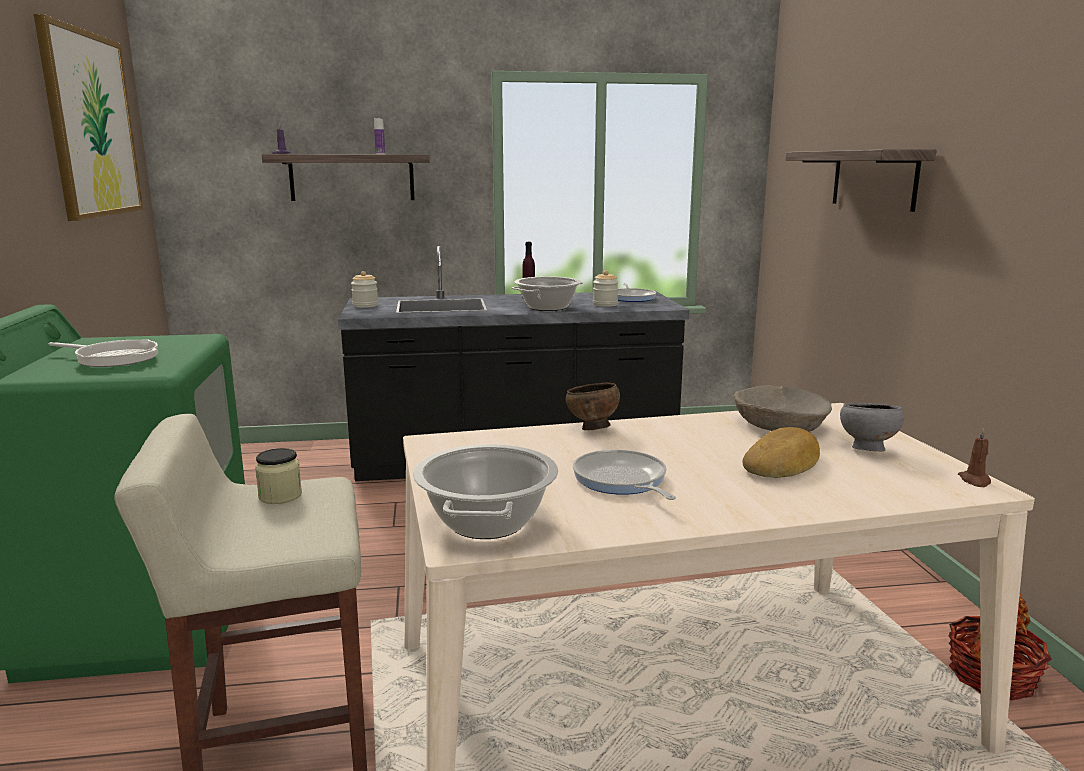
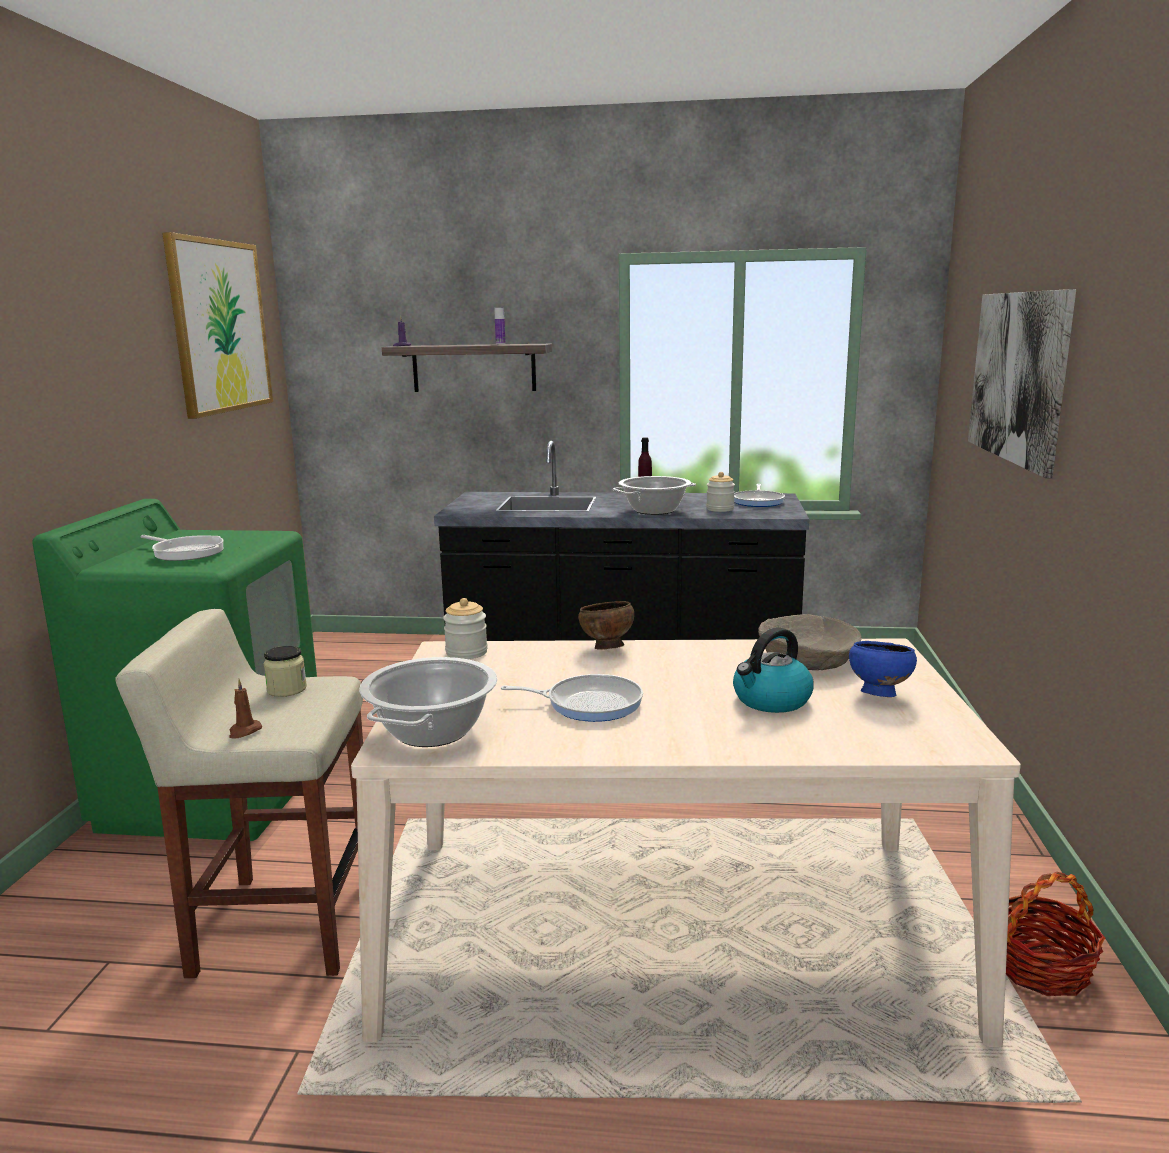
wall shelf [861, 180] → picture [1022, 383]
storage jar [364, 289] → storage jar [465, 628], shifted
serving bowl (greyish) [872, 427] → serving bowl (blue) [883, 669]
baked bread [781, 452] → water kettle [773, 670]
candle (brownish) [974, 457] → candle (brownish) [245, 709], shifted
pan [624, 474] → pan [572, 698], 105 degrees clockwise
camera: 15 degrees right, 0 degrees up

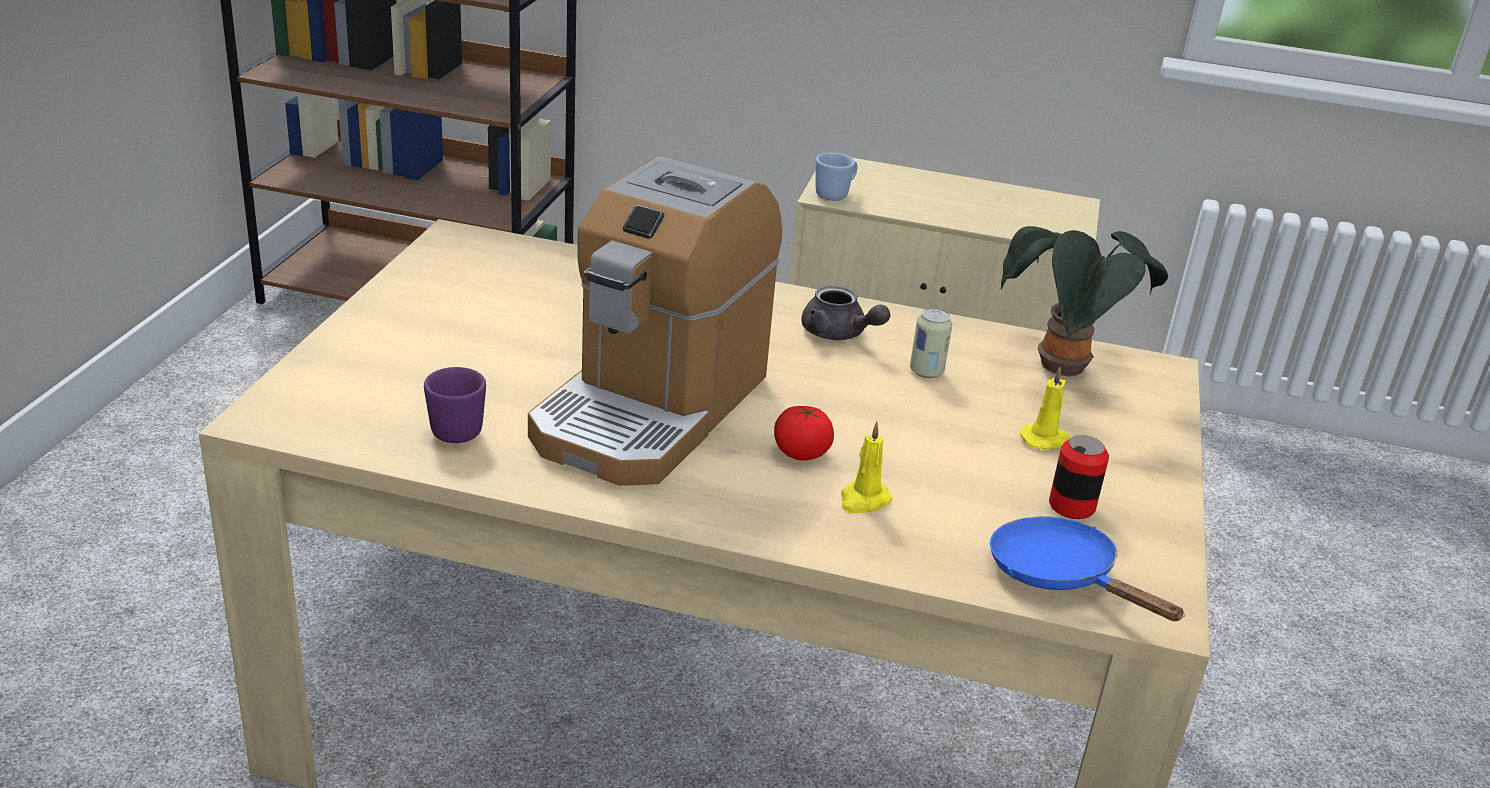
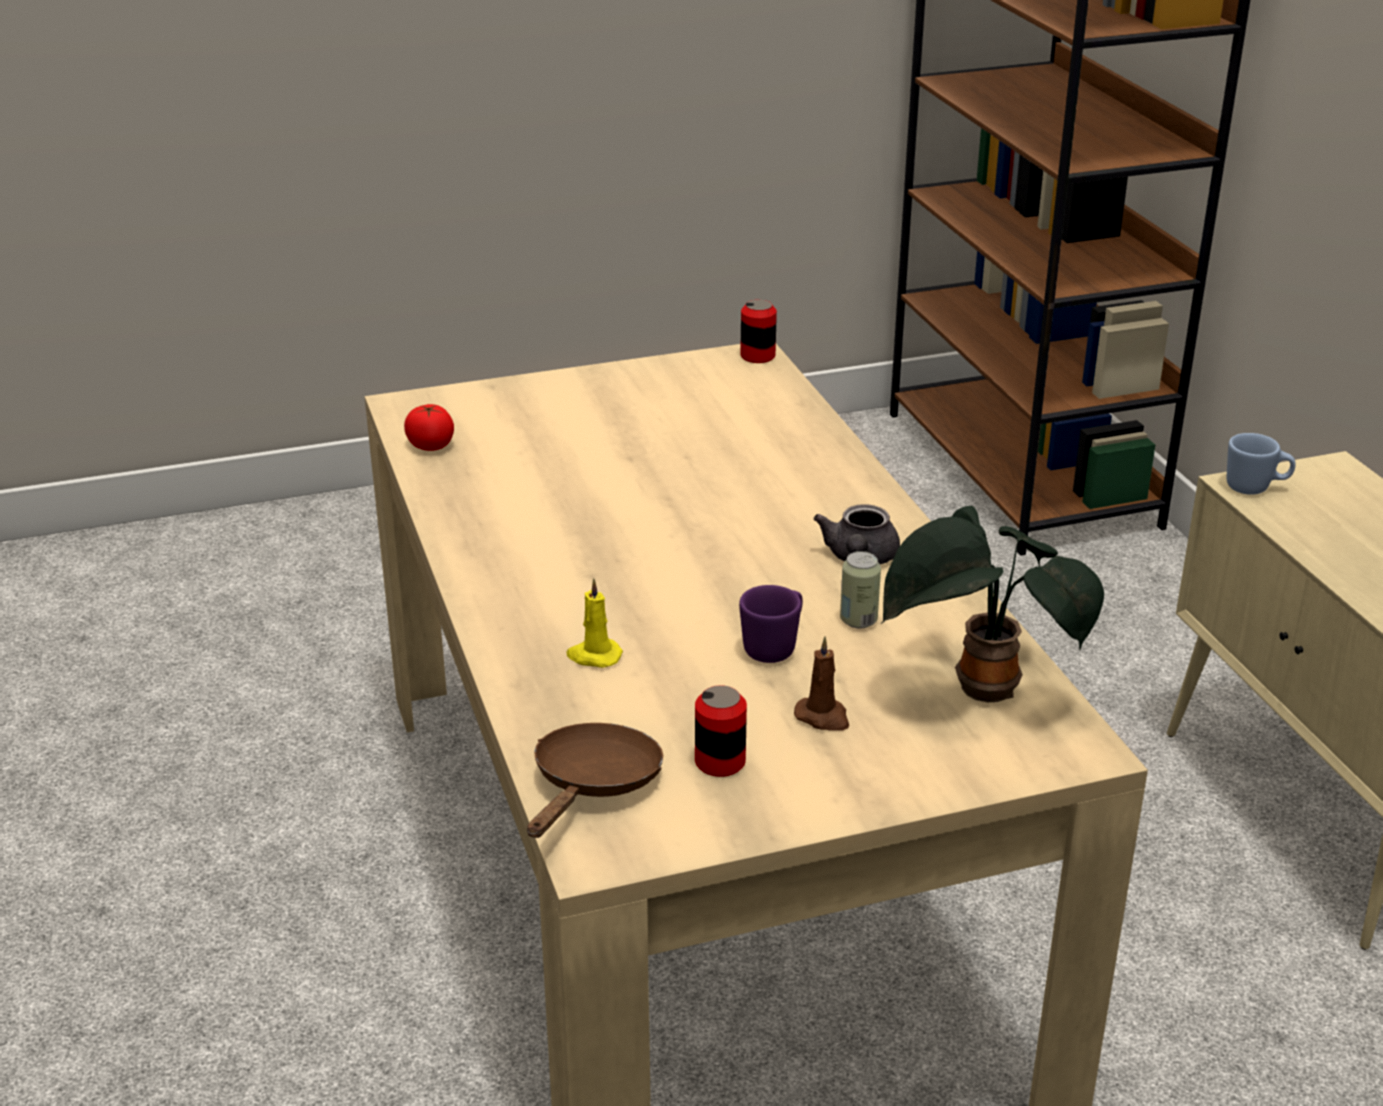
coffee maker [655, 321] → -
candle (yellowish) [1045, 408] → candle (brownish) [821, 684]
mug (purplish) [455, 405] → mug (purplish) [771, 624], shifted
fresh tomato [804, 433] → fresh tomato [429, 427], shifted
pan (blue) [1087, 569] → pan (brownish) [595, 780]
- → metal can [758, 331]
camera: 60 degrees right, 0 degrees up

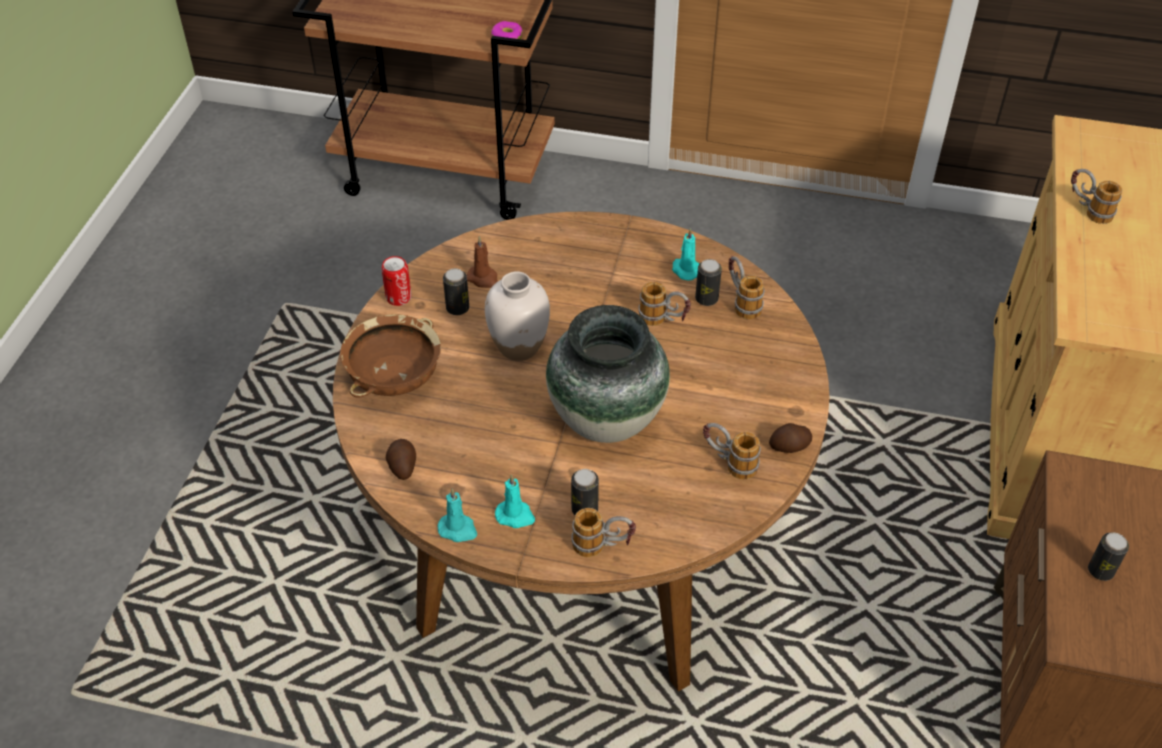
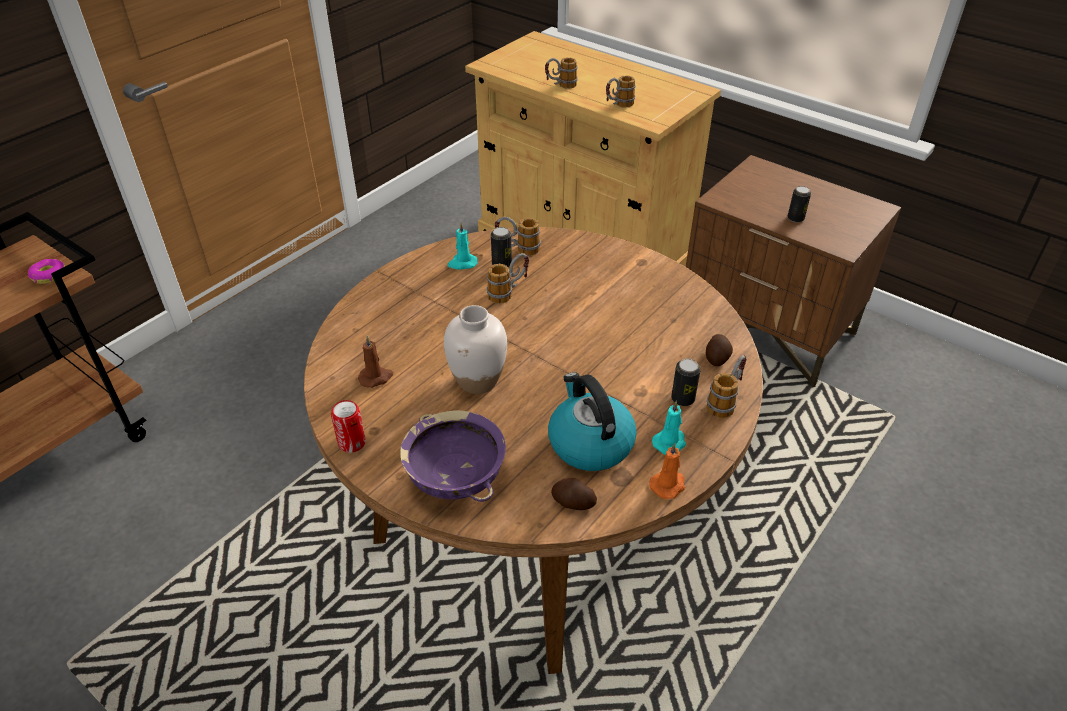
metal can [456, 291] → -
flower vase [608, 374] → -
serving bowl (brownish) [390, 356] → serving bowl (purplish) [453, 456]
mug [732, 451] → mug [621, 91], shifted
potato [790, 438] → potato [719, 350], shifted
candle (blue-green) [457, 515] → candle (orangey) [667, 471]
- → water kettle [592, 421]
camera: 65 degrees left, 5 degrees down

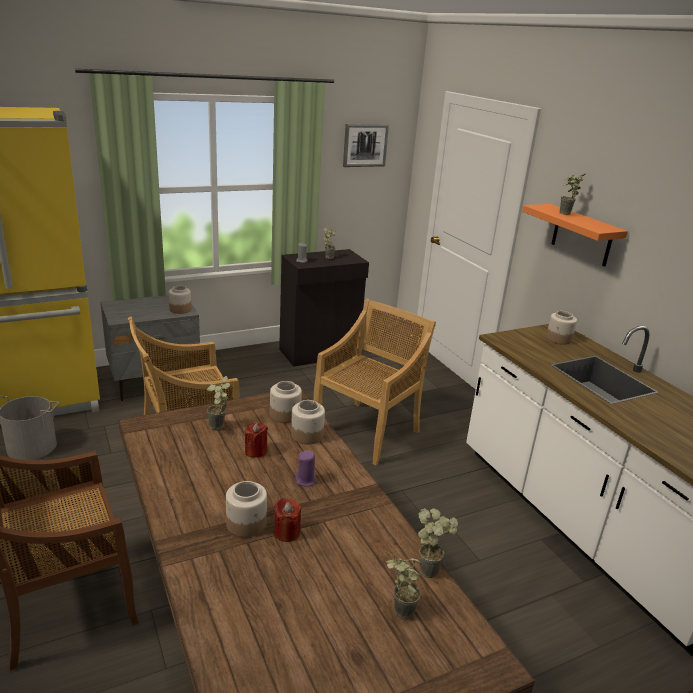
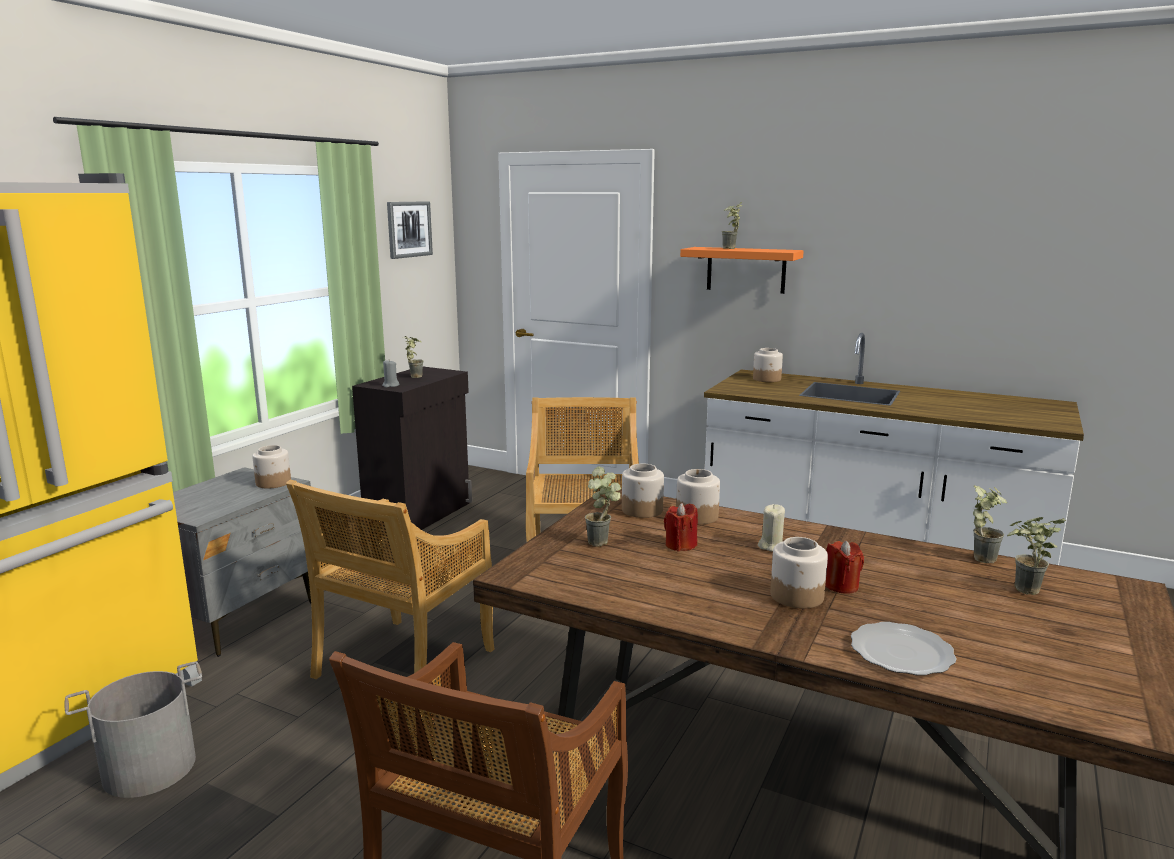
candle (purplish) [306, 468] → candle (beige-coloured) [771, 527]
- → flat dish [904, 648]
camera: 35 degrees left, 10 degrees down

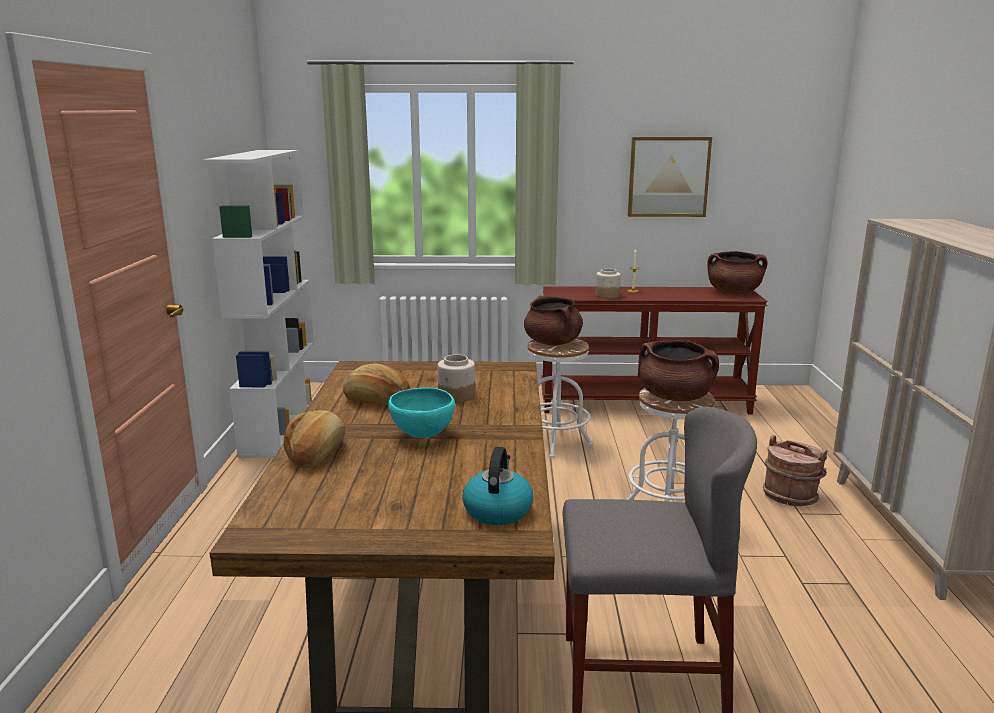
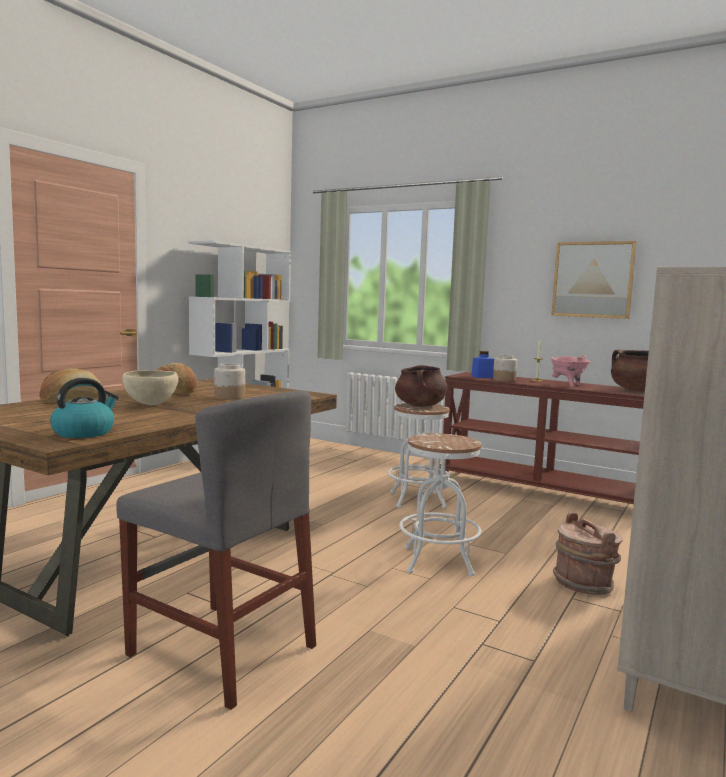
saucepot (brownish) [679, 370] → -
serving bowl (blue-green) [421, 413] → serving bowl (beige-coloured) [150, 387]
- → storage jar (blue) [482, 364]
- → saucepot (pinkish) [570, 371]
camera: 30 degrees right, 10 degrees down

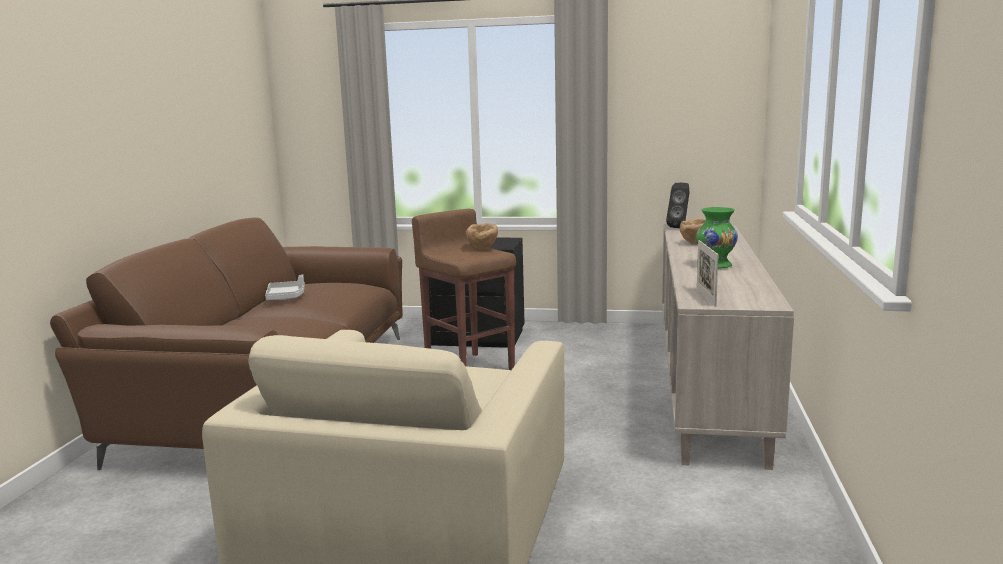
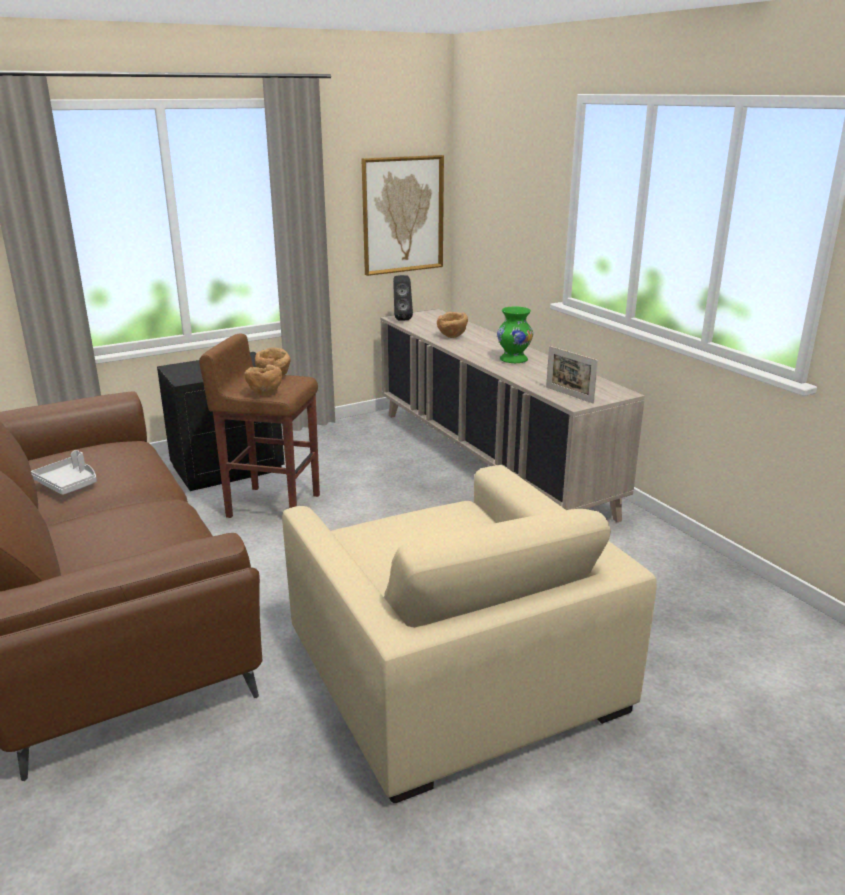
- → picture [402, 215]
- → serving bowl (brownish) [263, 380]
camera: 40 degrees left, 10 degrees up

